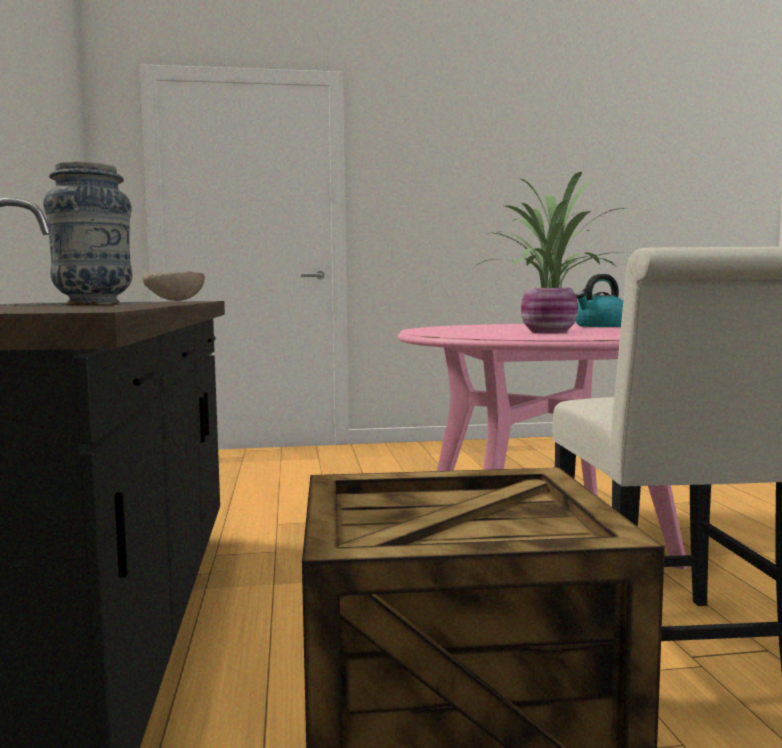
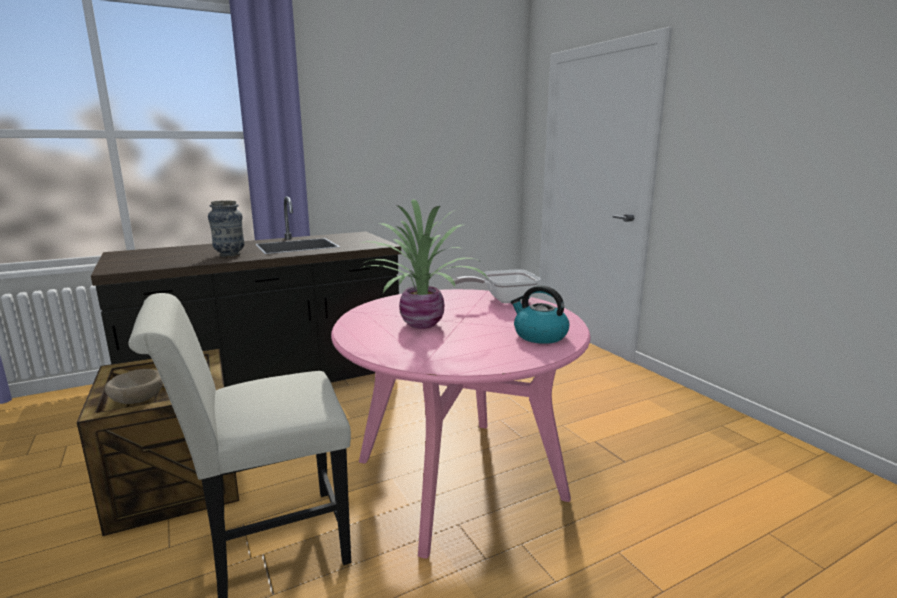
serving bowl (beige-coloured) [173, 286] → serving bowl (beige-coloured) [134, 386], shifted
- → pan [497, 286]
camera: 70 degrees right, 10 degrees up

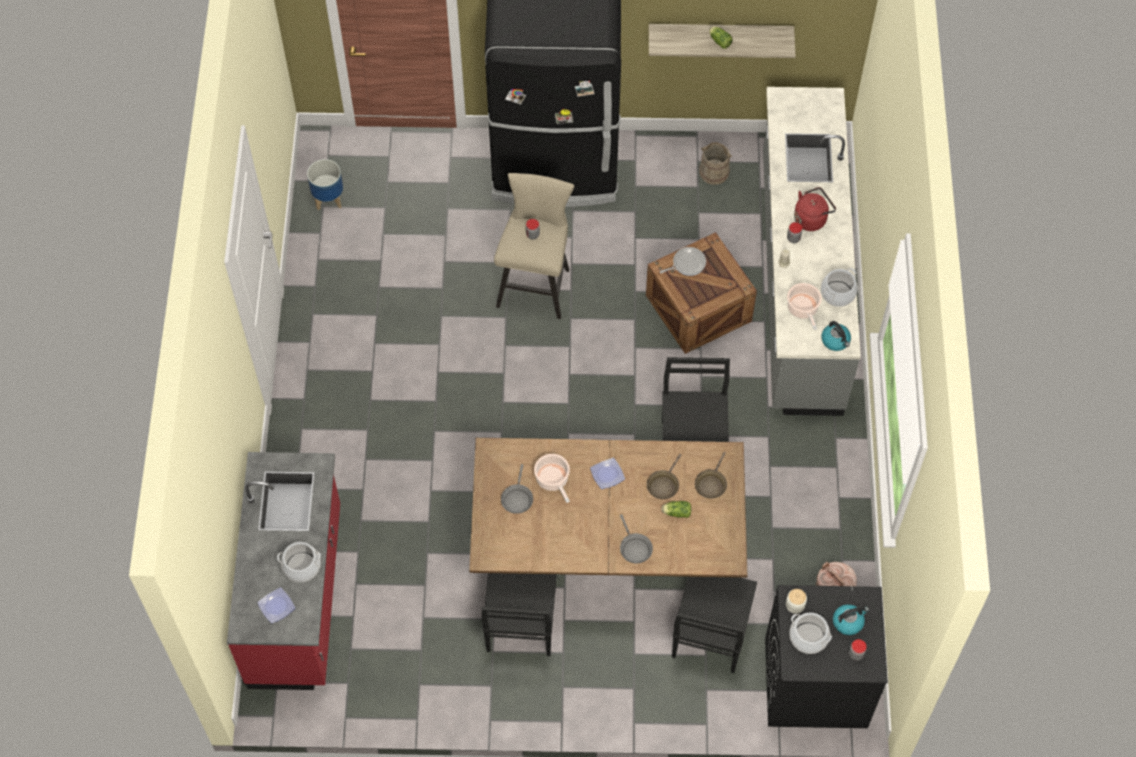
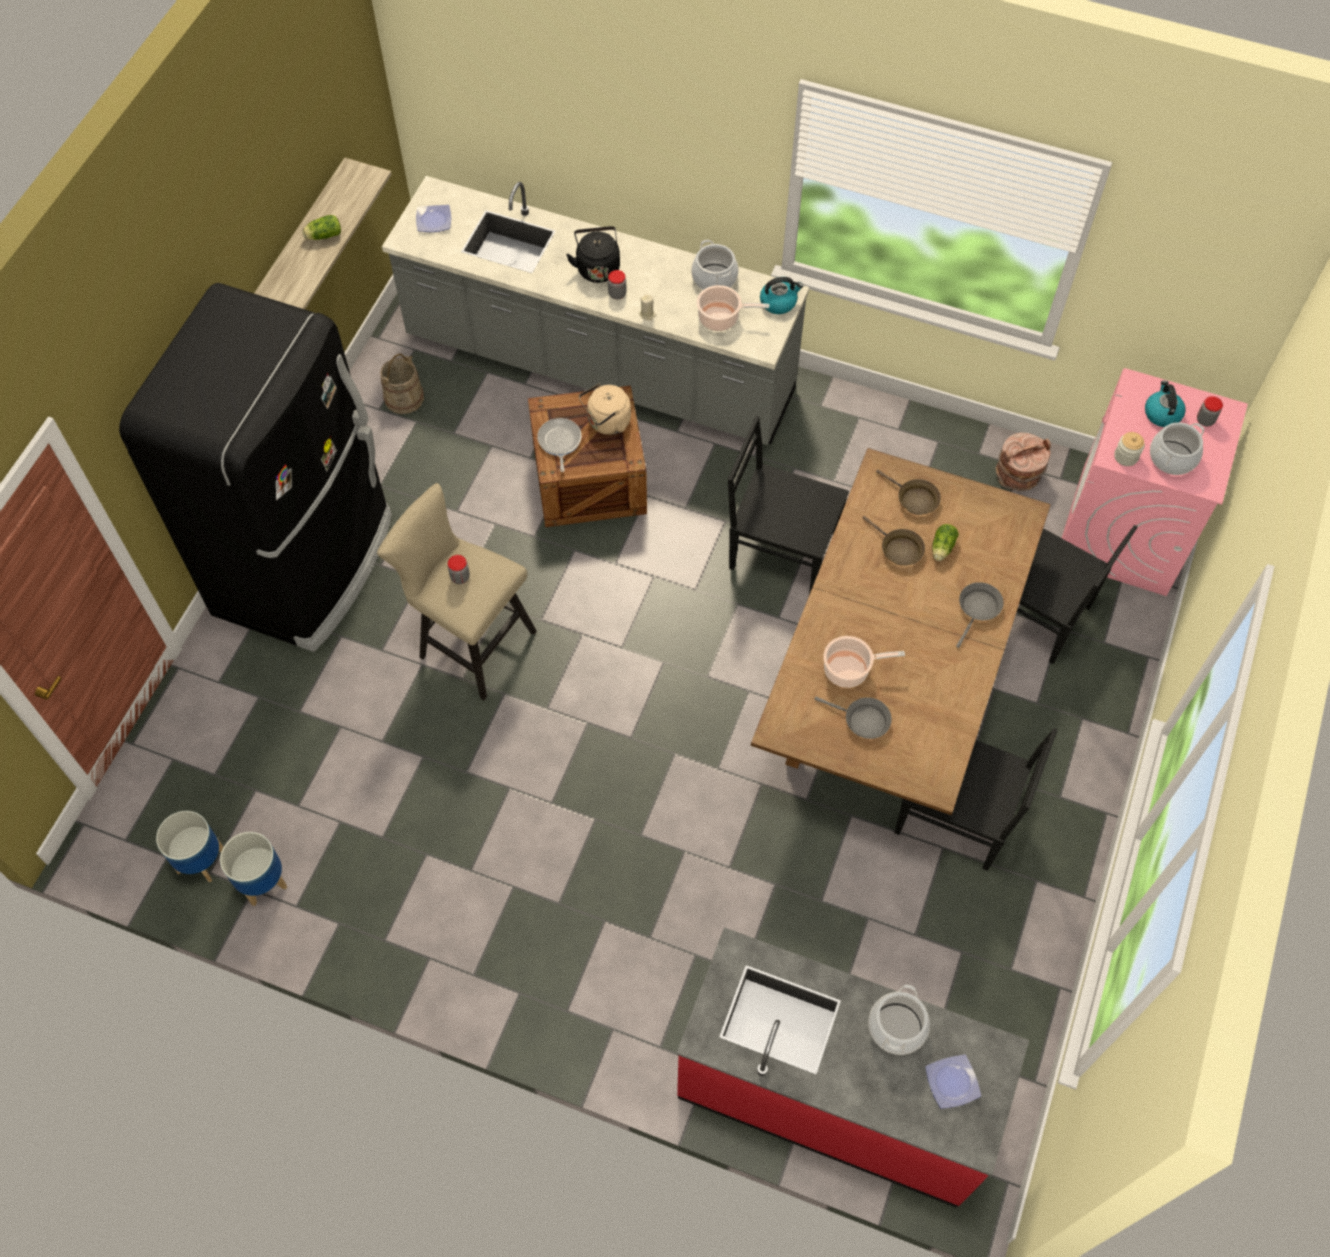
water kettle (red-coloured) [815, 209] → water kettle (black) [593, 254]
flat dish [607, 473] → flat dish [433, 218], shifted
pan (greyish) [636, 539] → pan (greyish) [980, 615], 60 degrees counterclockwise
laundry machine (black) [826, 656] → laundry machine (pinkish) [1155, 482]
- → water kettle (beige-coloured) [605, 409]
- → flower pot [253, 869]
camera: 70 degrees left, 0 degrees up

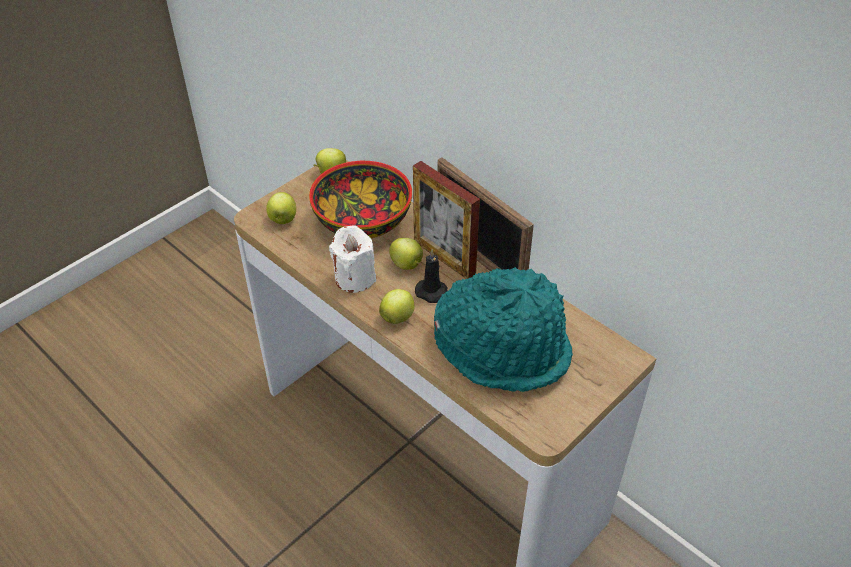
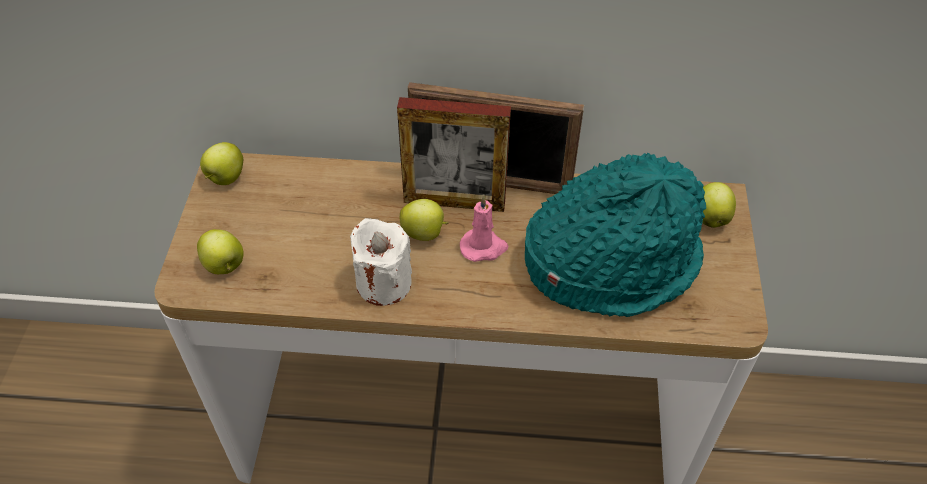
serving bowl [360, 199] → -
candle (black) [431, 276] → candle (pinkish) [484, 228]
apple fruit [397, 306] → apple fruit [719, 205], shifted
camera: 40 degrees left, 5 degrees up

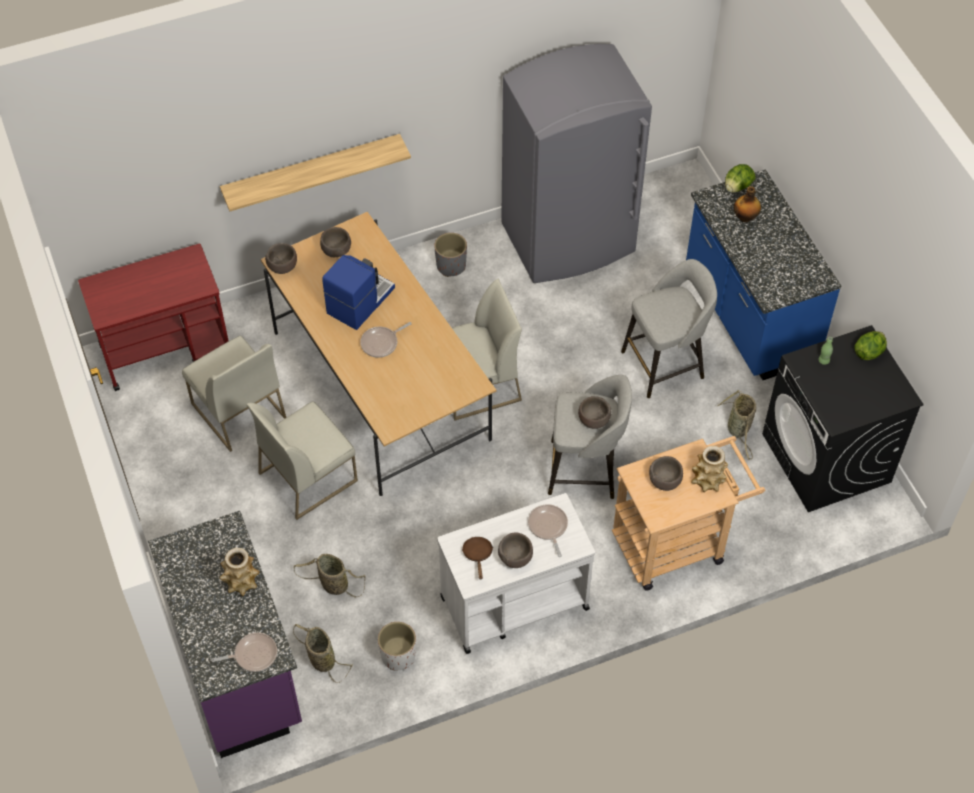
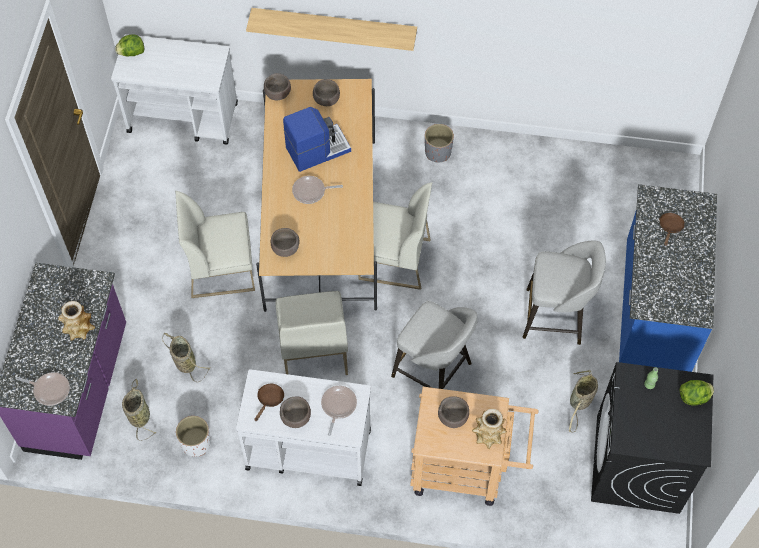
refrigerator (greyish) [576, 163] → -
lettuce head [740, 178] → lettuce head [129, 45], shifted
drink bottle [747, 204] → pan (brownish) [672, 229]
wheeled cart (red-coloured) [153, 317] → wheeled cart (whitish) [174, 89]
chair (whitish) [234, 394] → chair (whitish) [311, 333], shifted
serving bowl (brownish) [594, 412] → serving bowl (brownish) [285, 242], shifted
camera: 30 degrees right, 5 degrees up

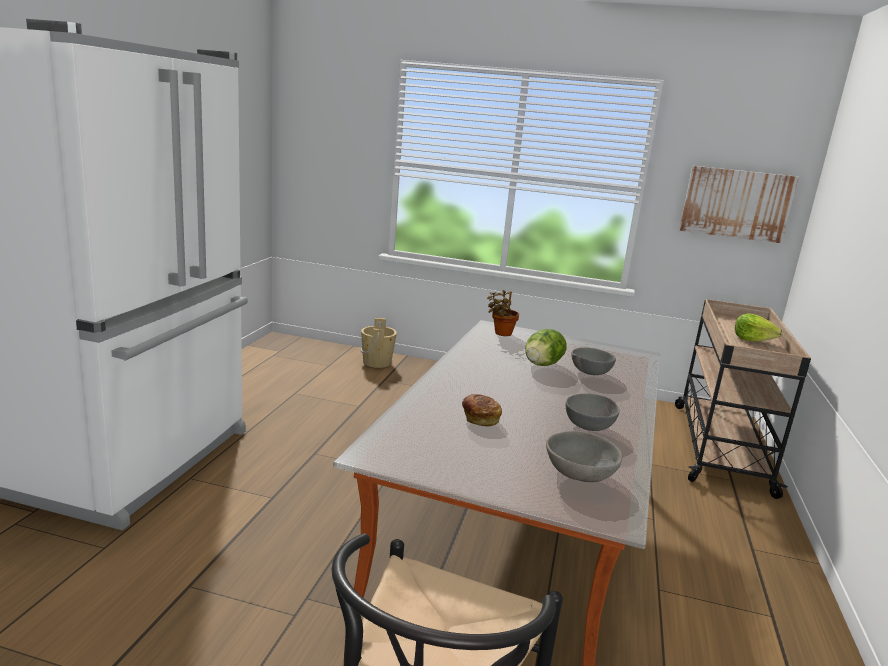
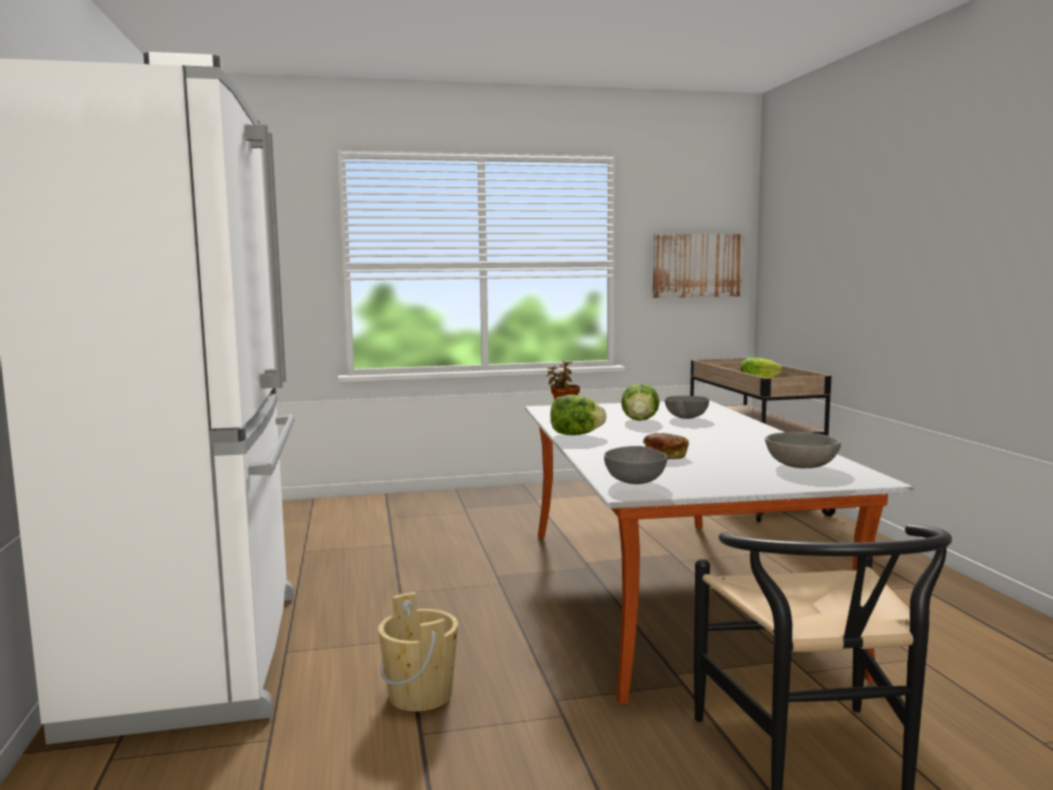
water bucket (beige-coloured) [379, 343] → water bucket (beige-coloured) [418, 652], shifted
serving bowl (greyish) [593, 412] → serving bowl (greyish) [635, 465], shifted
- → lettuce head [578, 415]
camera: 25 degrees left, 10 degrees down

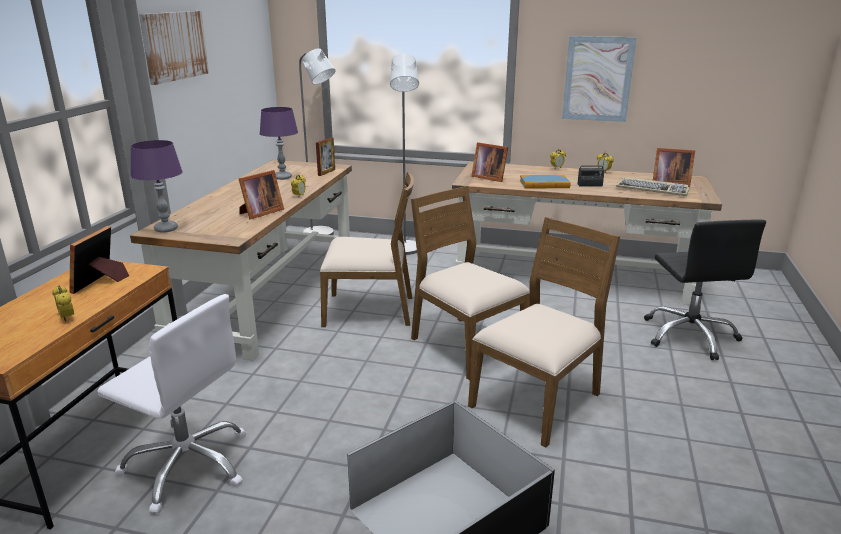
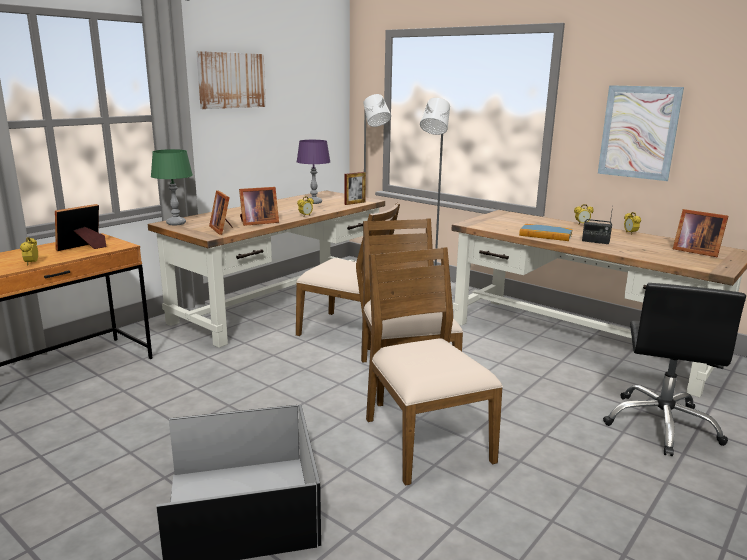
table lamp (purplish) [156, 186] → table lamp (green) [172, 187]
picture frame [489, 162] → picture frame [221, 212], shifted
computer keyboard [653, 186] → -
chair (brownish) [544, 332] → chair (brownish) [434, 366], 90 degrees counterclockwise
desk chair (whitish) [171, 404] → -
camera: 25 degrees right, 5 degrees down

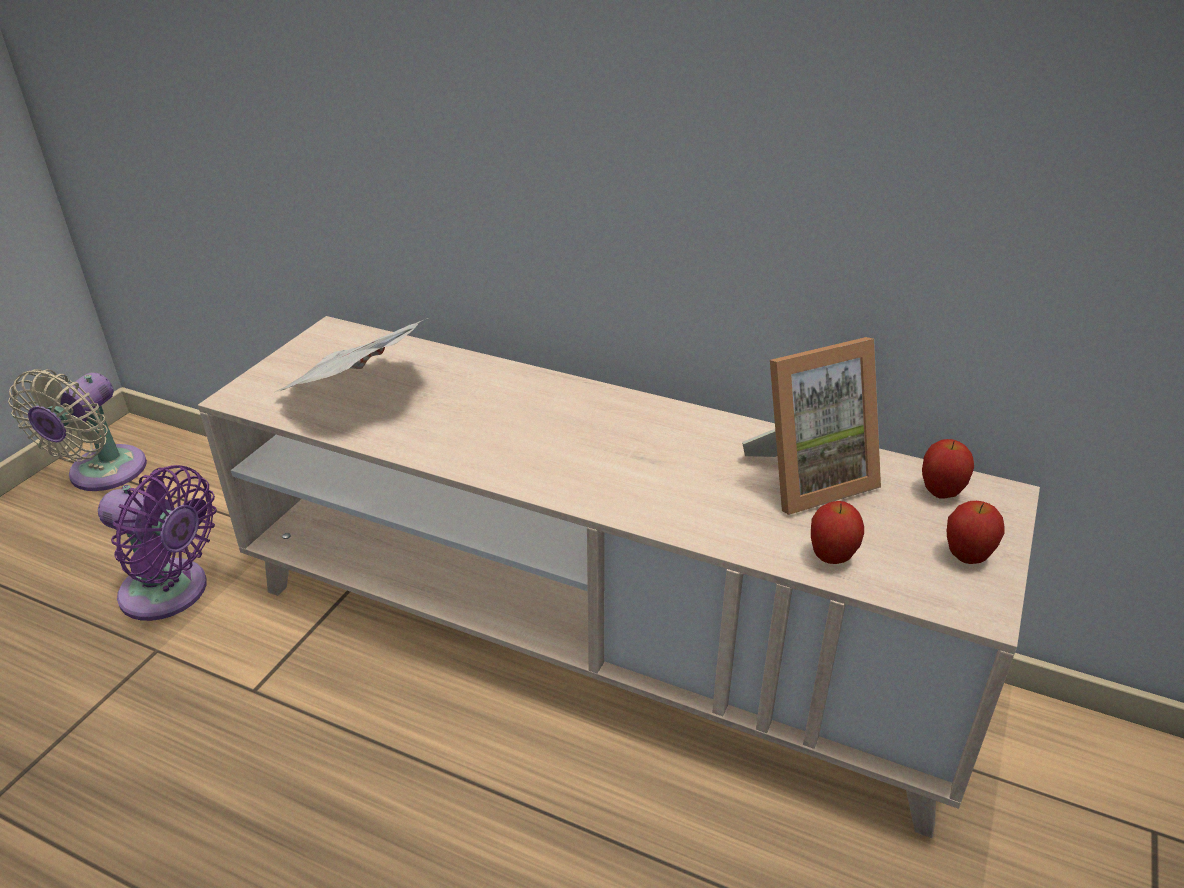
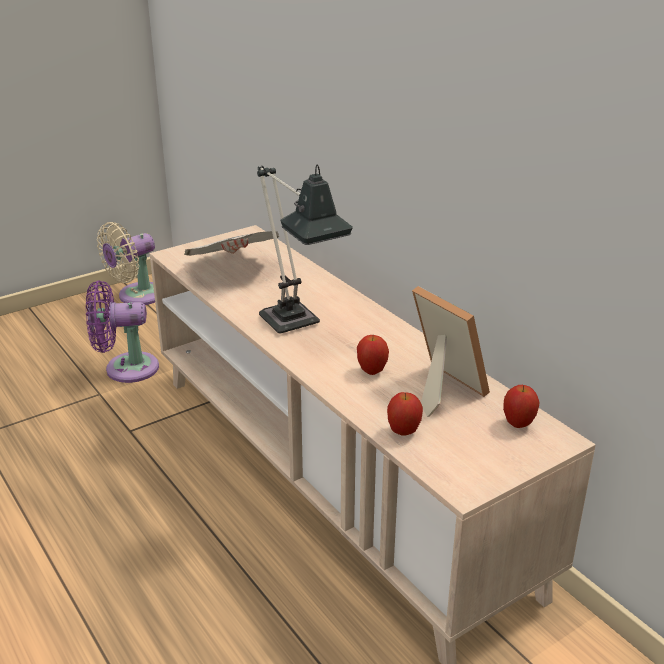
picture frame [811, 426] → picture frame [451, 351], 135 degrees counterclockwise
electric fan (purplish) [157, 543] → electric fan (purplish) [122, 331], 120 degrees clockwise
apple fruit [976, 532] → apple fruit [373, 355], shifted
- → table lamp [305, 248]
camera: 30 degrees right, 5 degrees down

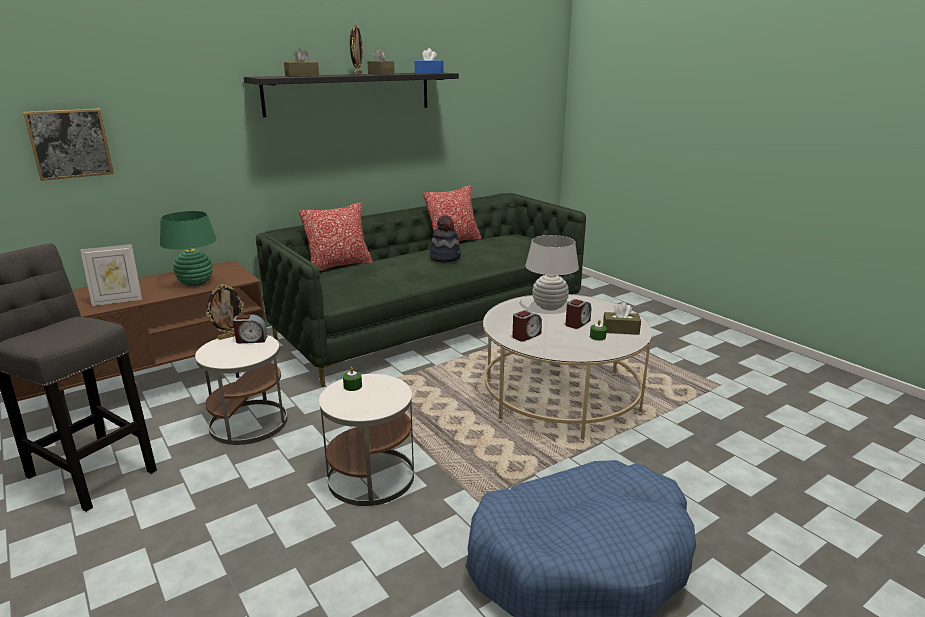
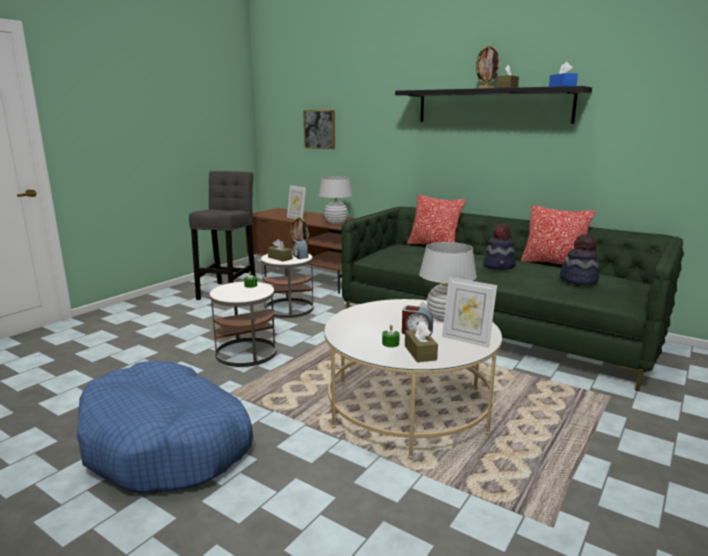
tissue box (brownish) [301, 62] → tissue box (brownish) [280, 250], shifted
table lamp (green) [188, 248] → table lamp (whitish) [336, 200]
bedside clock [527, 325] → -
- → wearable hat [579, 259]
- → picture frame [469, 312]
camera: 70 degrees right, 5 degrees down

